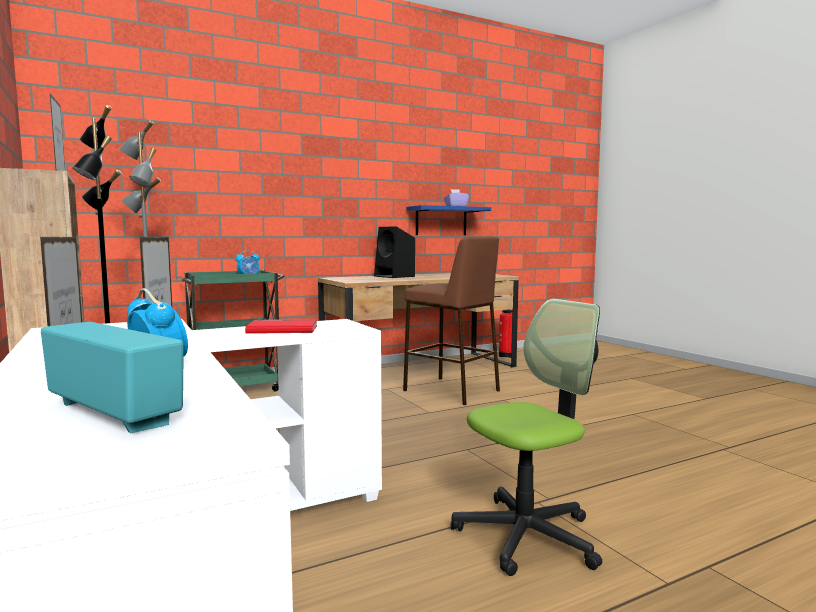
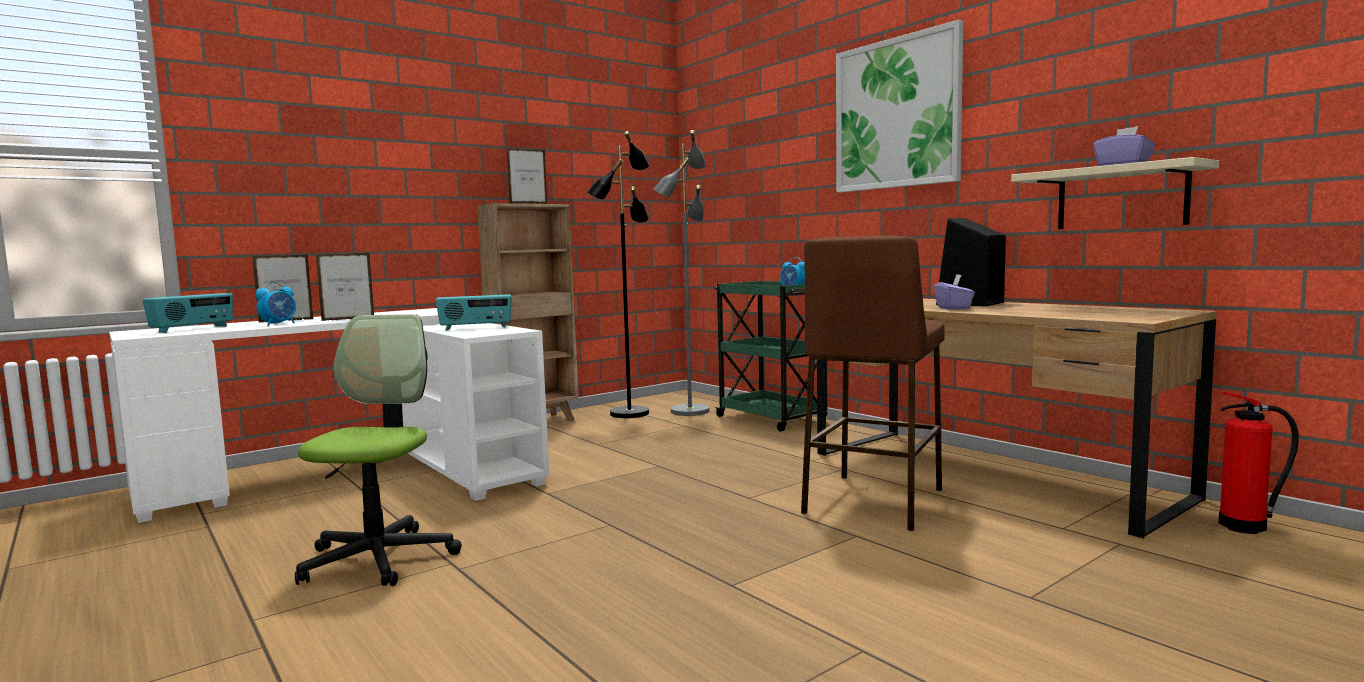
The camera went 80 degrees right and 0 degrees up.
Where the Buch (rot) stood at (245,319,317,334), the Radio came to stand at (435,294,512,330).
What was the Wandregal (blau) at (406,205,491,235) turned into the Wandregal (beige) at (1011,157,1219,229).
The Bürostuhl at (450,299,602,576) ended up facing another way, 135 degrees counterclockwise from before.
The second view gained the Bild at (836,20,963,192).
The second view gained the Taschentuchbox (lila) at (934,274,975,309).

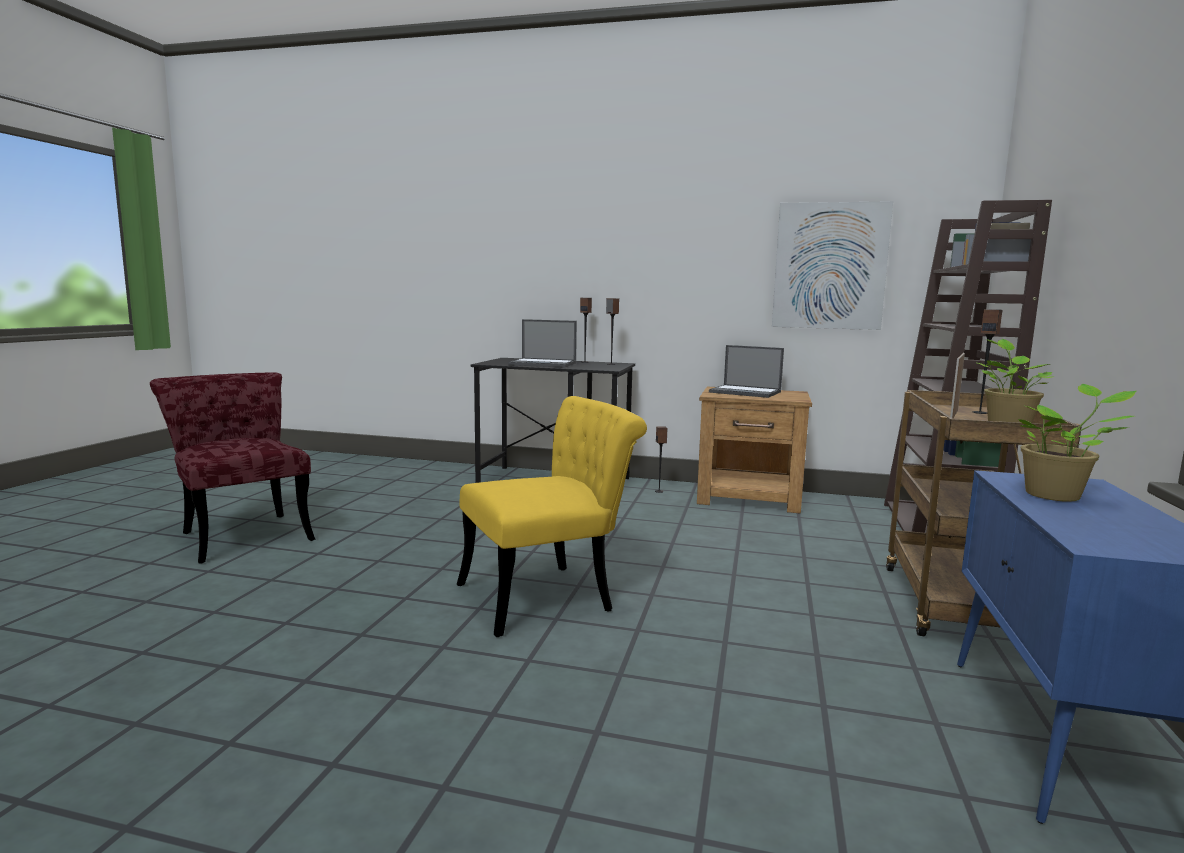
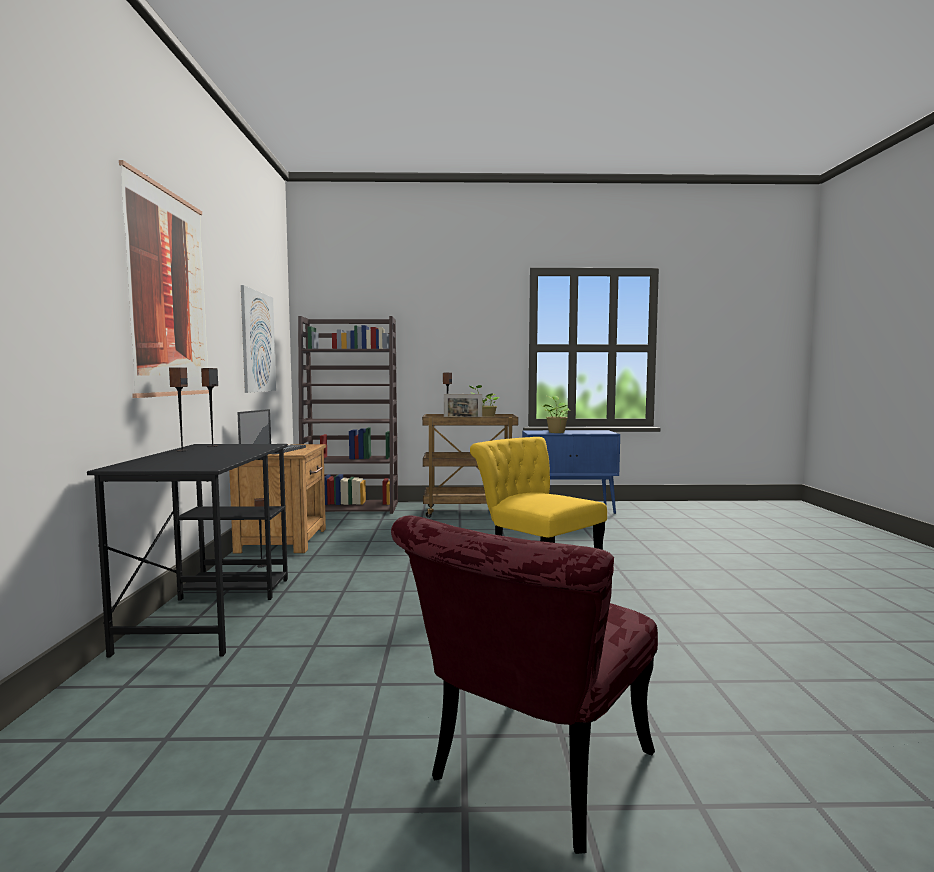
The camera went 105 degrees left and 5 degrees down.
The second view lost the Laptop at (508,319,577,368).
The second view gained the Bild at (119,160,209,398).

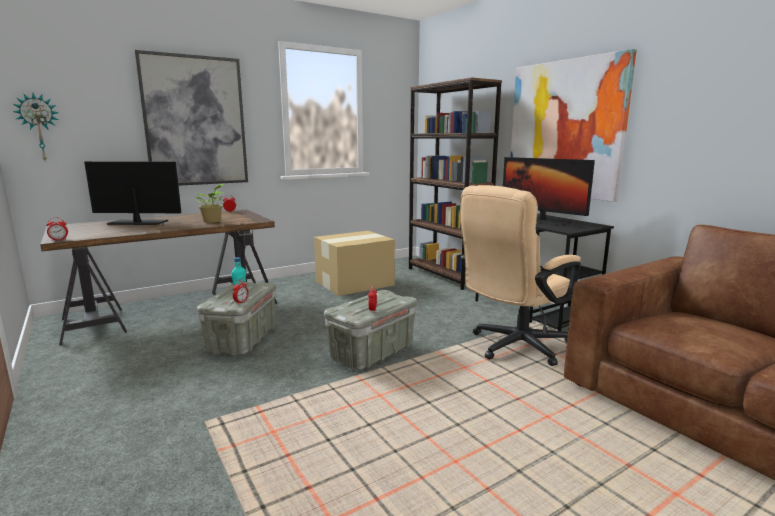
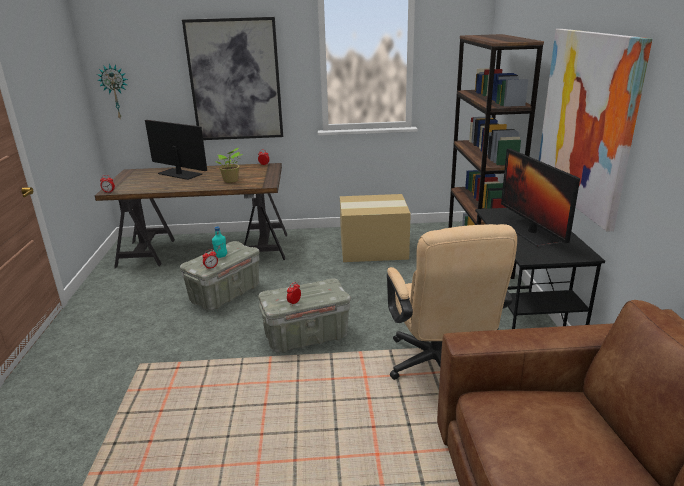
The camera went 30 degrees right and 10 degrees up.
The Bürostuhl (beige) at (460,185,581,366) ended up facing another way, 90 degrees counterclockwise from before.

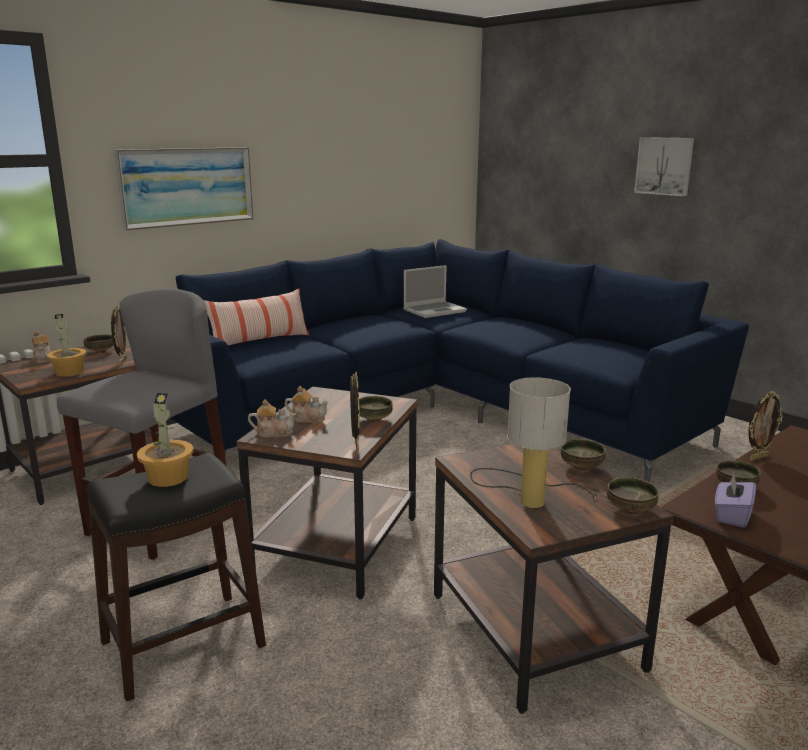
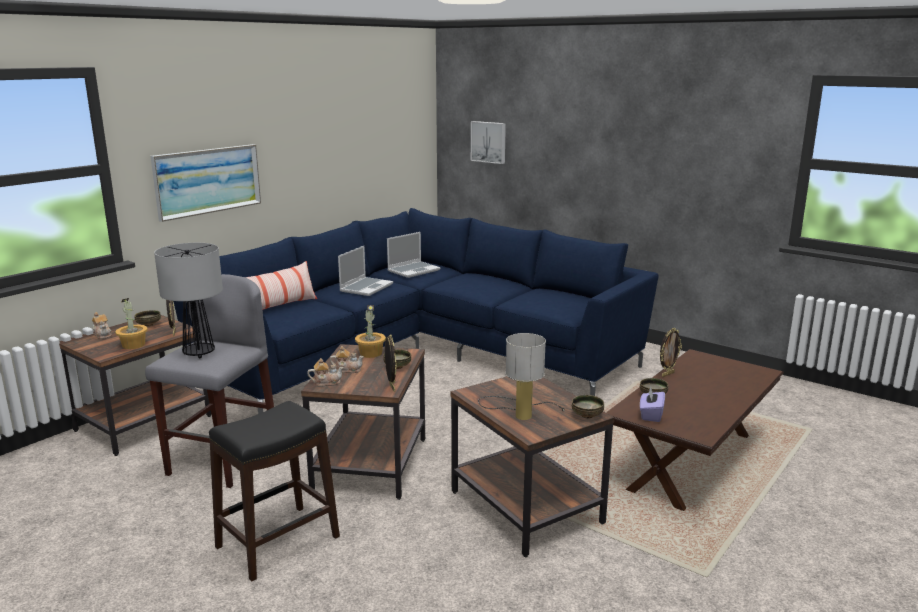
The camera went 10 degrees left and 0 degrees up.
The Topfpflanze ended up elsewhere, having gone from (137,393,194,487) to (355,305,386,358).
The second view lost the Schüssel at (561,439,606,471).
The Bild ended up elsewhere, having gone from (634,137,694,196) to (471,121,506,164).
The second view gained the Tischlampe at (154,243,223,358).
The second view gained the Laptop at (338,246,393,296).

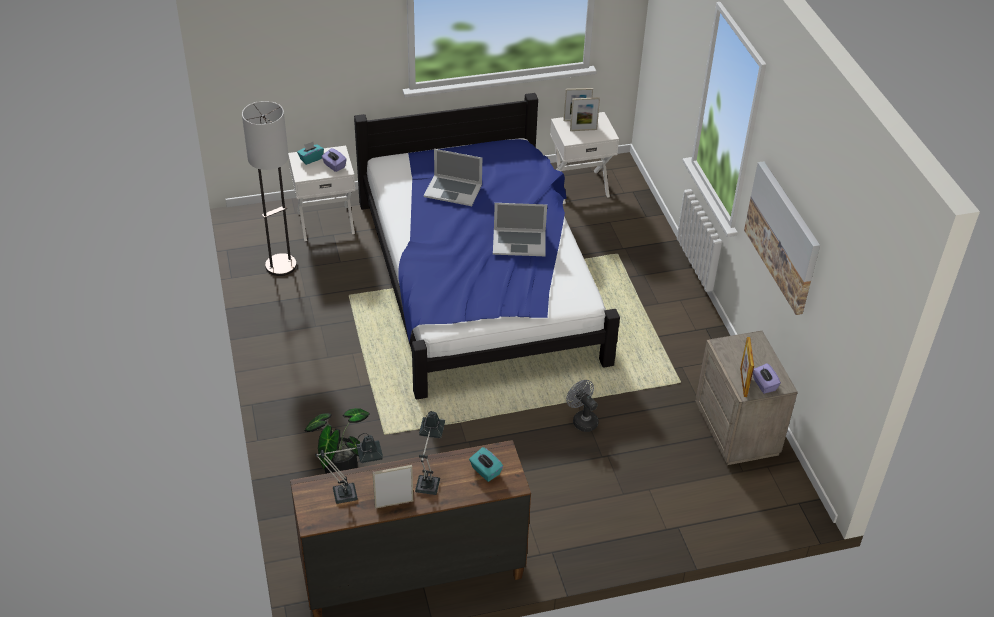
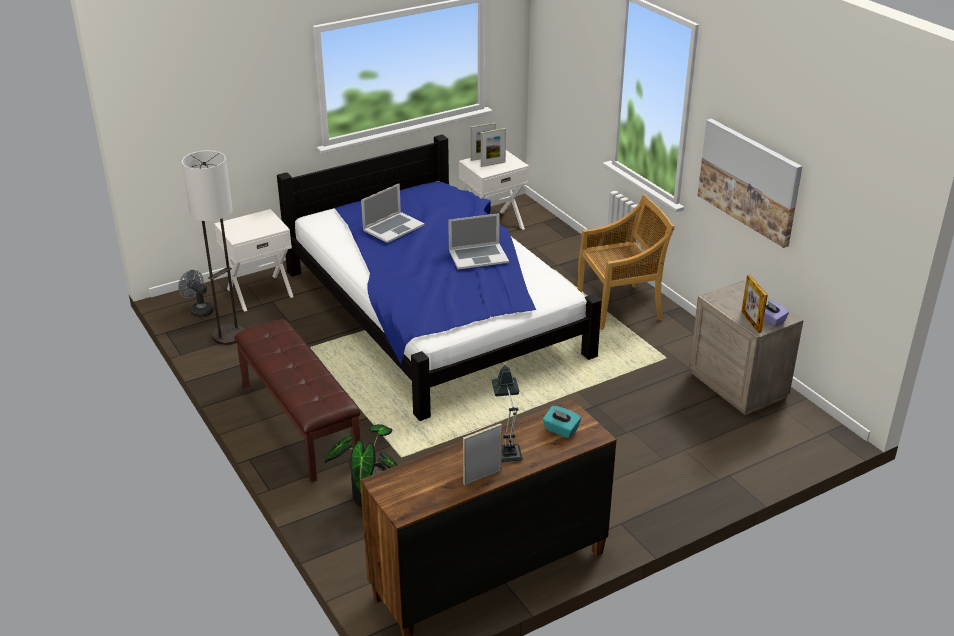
The camera went 15 degrees left and 10 degrees down.
The second view lost the Taschentuchbox (türkis) at (297,142,324,165).
The second view lost the Tischlampe at (315,433,383,504).
The second view lost the Taschentuchbox (lila) at (321,148,347,172).
The Laptop at (424,149,482,206) ended up facing another way, 45 degrees counterclockwise from before.
The Ventilator (grau) ended up elsewhere, having gone from (566,380,599,432) to (178,270,214,318).
The second view gained the Bank (braun) at (234,319,360,482).
The second view gained the Stuhl (beige) at (577,194,675,330).

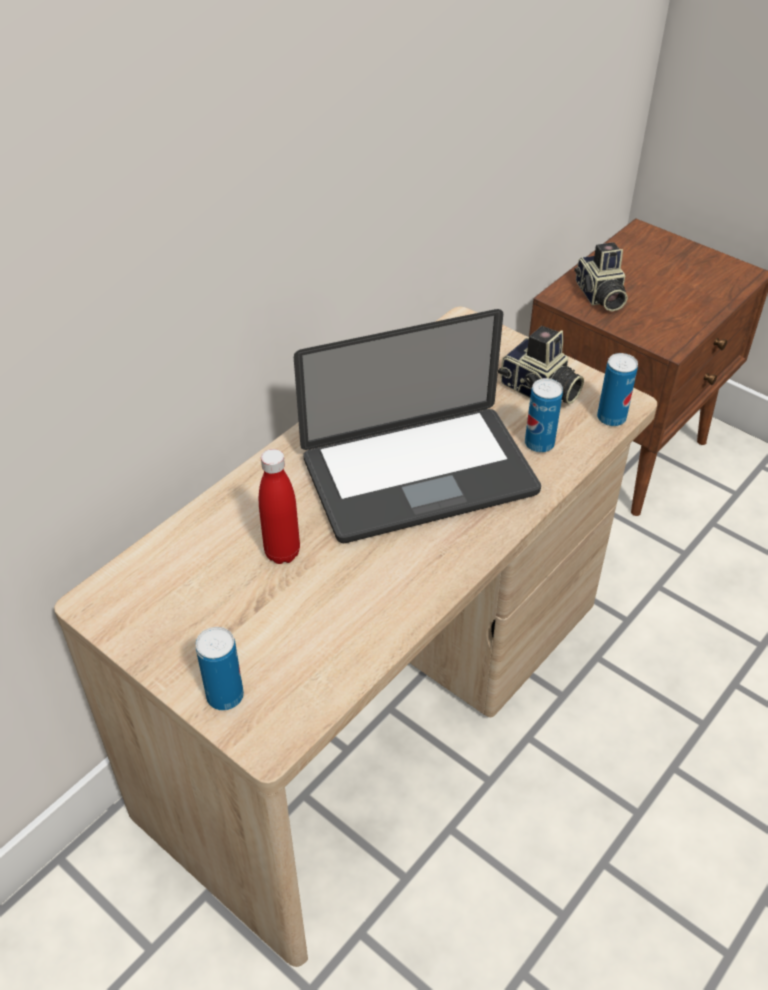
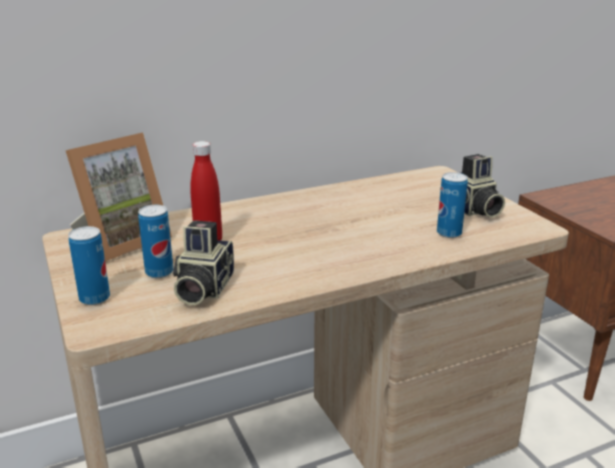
The camera went 25 degrees right and 20 degrees down.
The second view lost the Laptop at (294,309,541,543).
The Kamera ended up elsewhere, having gone from (574,242,628,312) to (173,220,234,305).
The Dose ended up elsewhere, having gone from (597,353,638,426) to (138,205,174,278).
The second view gained the Bilderrahmen at (65,132,172,261).

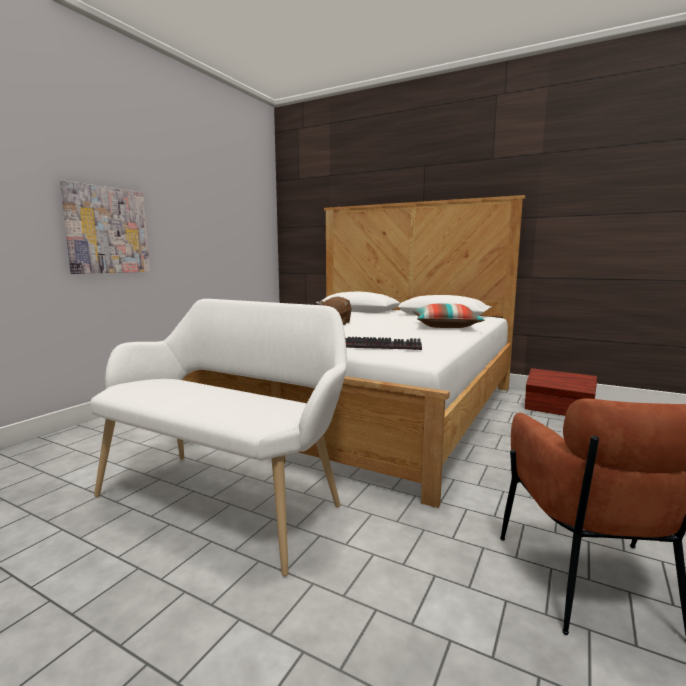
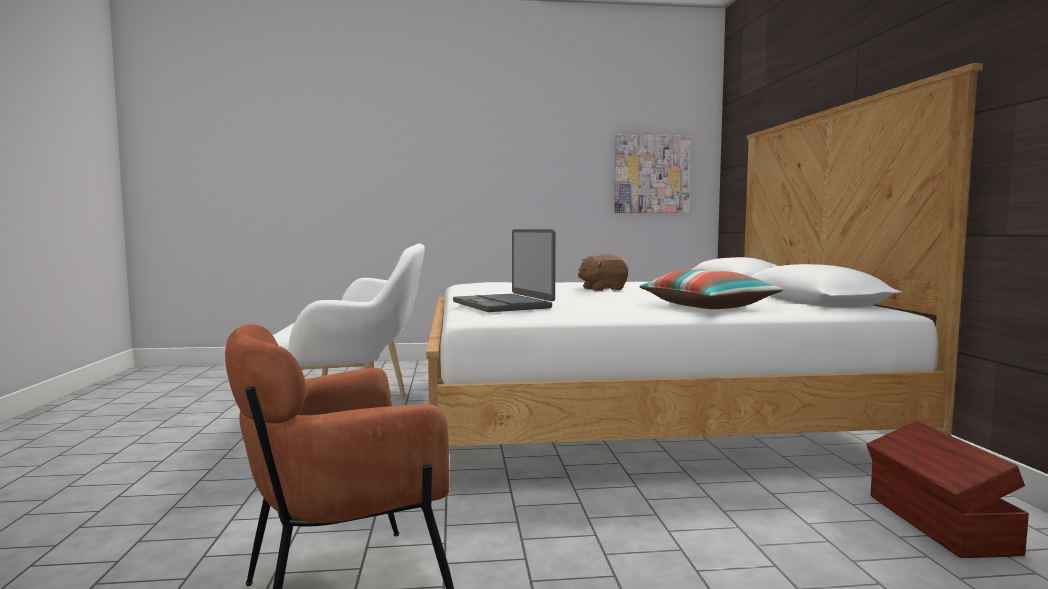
The camera went 55 degrees right and 5 degrees down.
The Bild ended up elsewhere, having gone from (60,180,150,274) to (614,135,691,213).
Where the Tastatur stood at (345,337,422,350), the Laptop came to stand at (453,229,556,312).

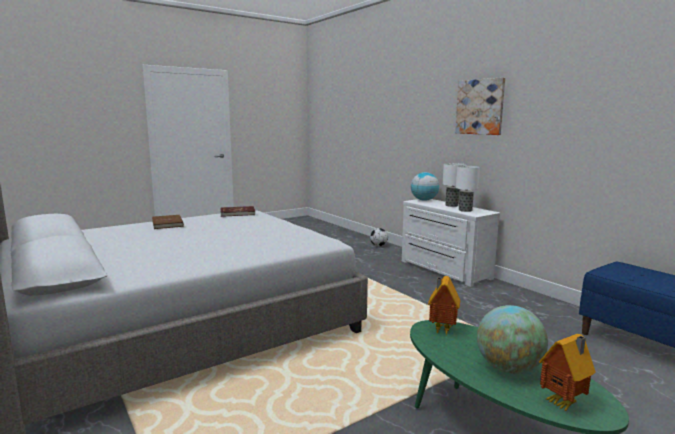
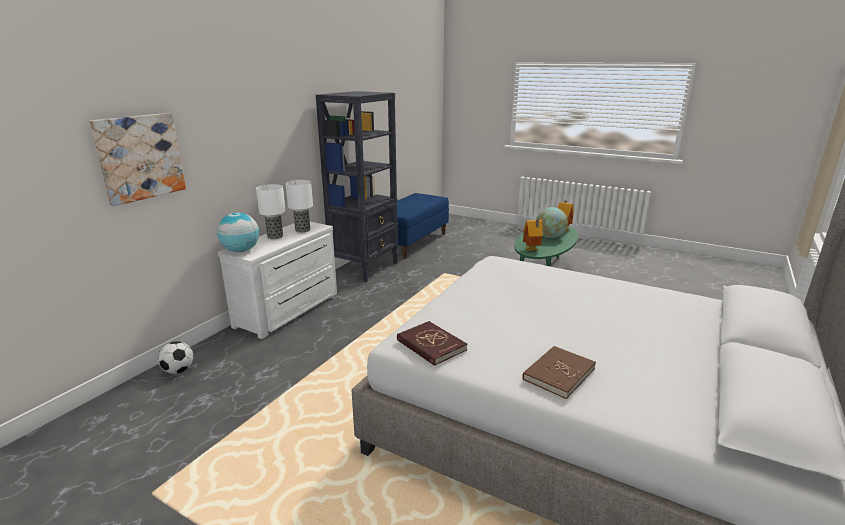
The camera went 115 degrees left and 10 degrees up.
The Bild ended up elsewhere, having gone from (455,77,505,135) to (90,113,186,206).
The second view gained the Bücherregal (schwarz) at (316,91,398,282).

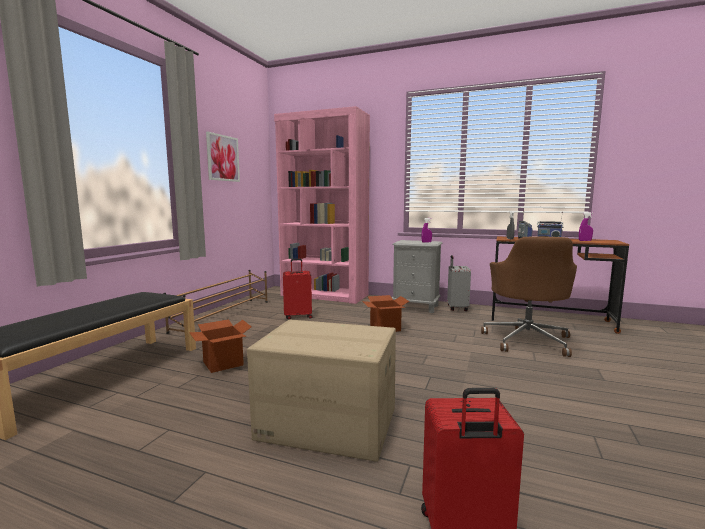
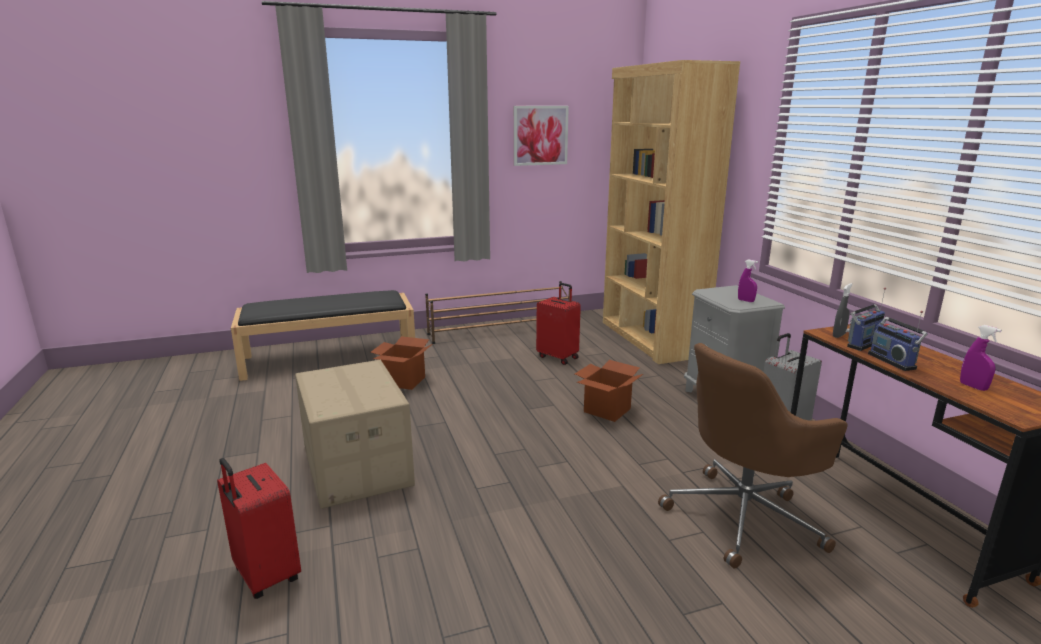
The camera went 50 degrees right and 10 degrees up.
What was the Bücherregal (rosa) at (274,106,370,304) turned into the Bücherregal (braun) at (603,60,740,364).

